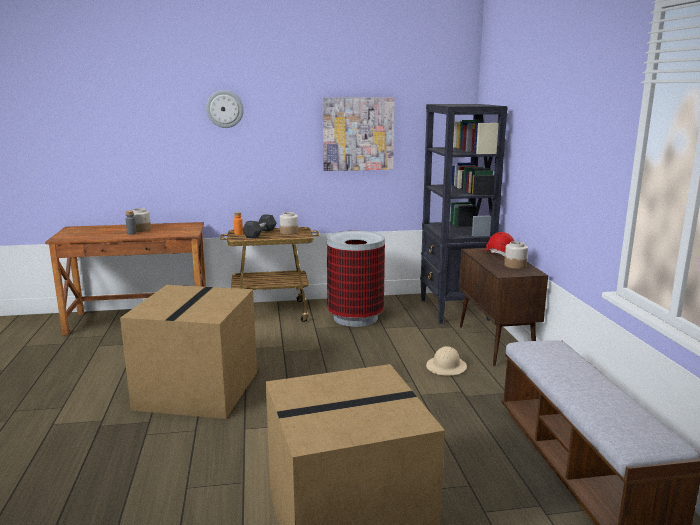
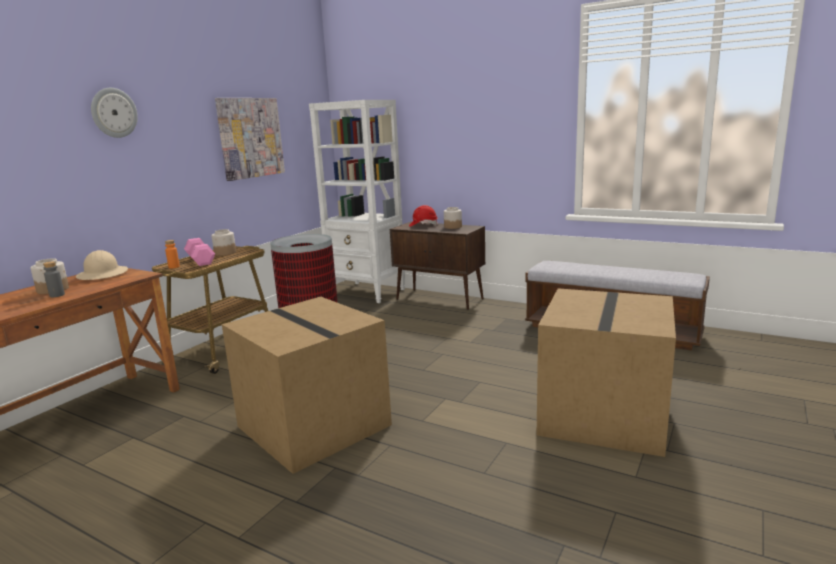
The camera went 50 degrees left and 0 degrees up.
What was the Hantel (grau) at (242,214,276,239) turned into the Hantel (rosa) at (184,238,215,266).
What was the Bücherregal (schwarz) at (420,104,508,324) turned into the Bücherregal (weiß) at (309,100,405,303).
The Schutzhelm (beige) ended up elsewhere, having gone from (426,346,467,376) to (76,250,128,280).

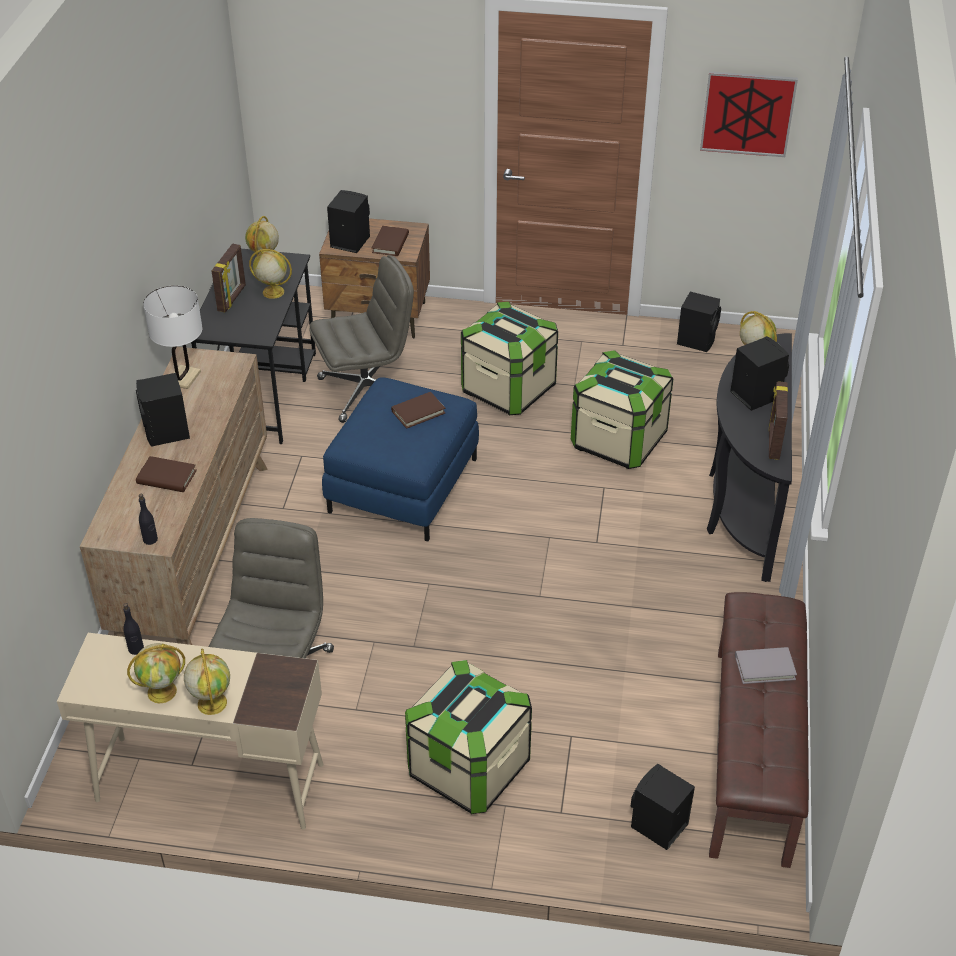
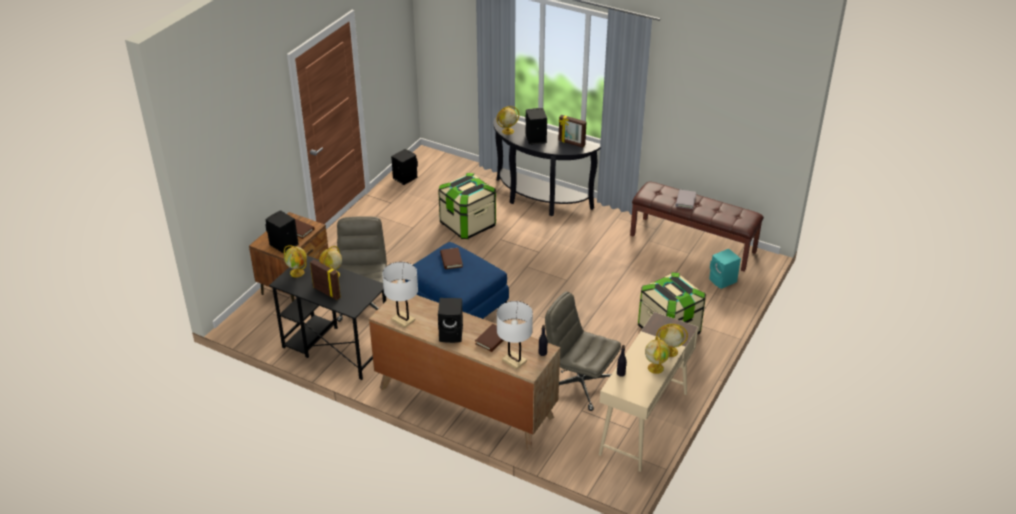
The camera went 70 degrees left and 5 degrees down.
The second view lost the Aufbewahrungsbox at (461,302,558,415).
What was the Lautsprecher (schwarz) at (631,764,695,850) turned into the Lautsprecher (türkis) at (709,249,741,289).
The second view lost the Bild at (700,71,798,157).
The second view gained the Tischlampe (weiß) at (497,301,533,369).

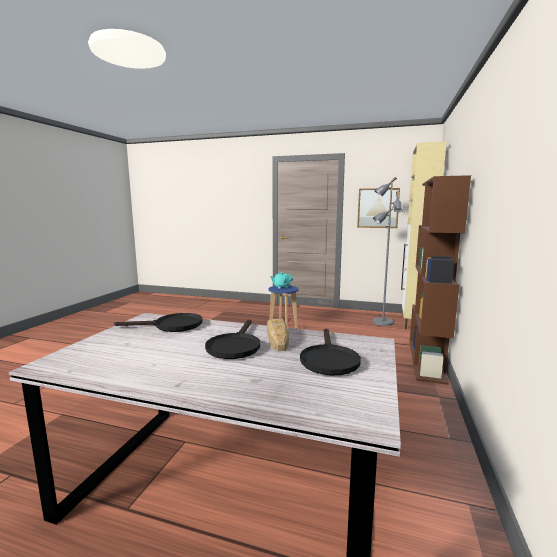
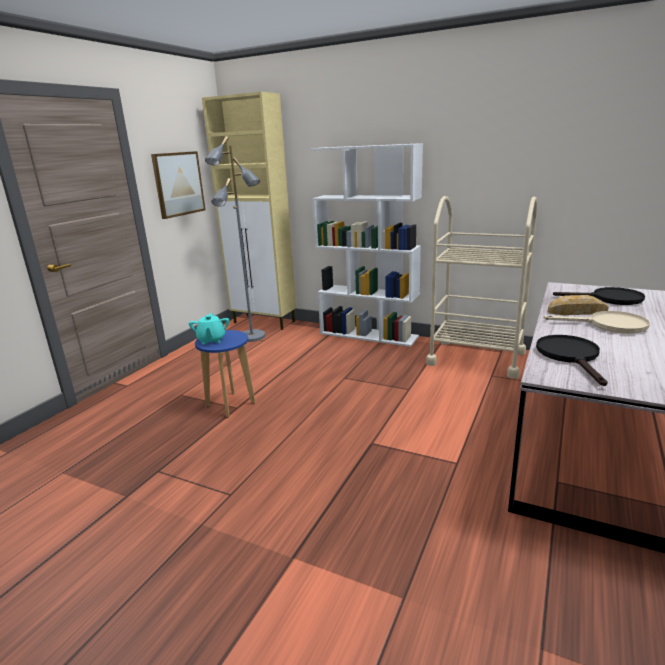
The camera went 80 degrees left and 10 degrees up.
What was the Pfanne (schwarz) at (205,320,260,359) turned into the Pfanne (beige) at (544,311,650,334).
What was the Bücherregal (braun) at (410,175,471,385) turned into the Bücherregal (weiß) at (309,143,423,347).
The second view gained the Rollwagen (beige) at (426,196,537,379).

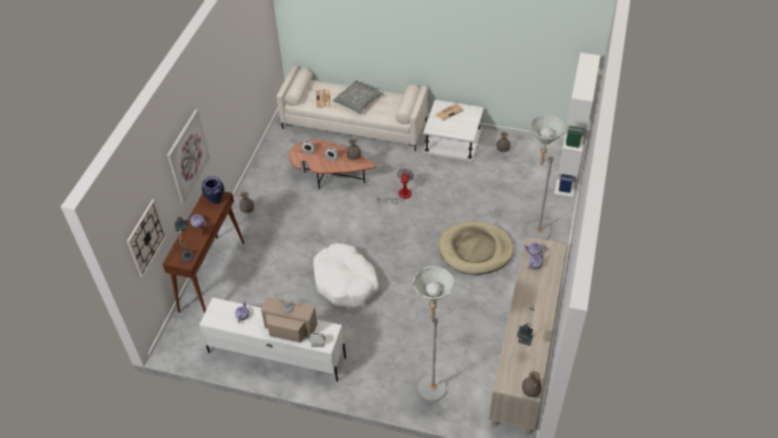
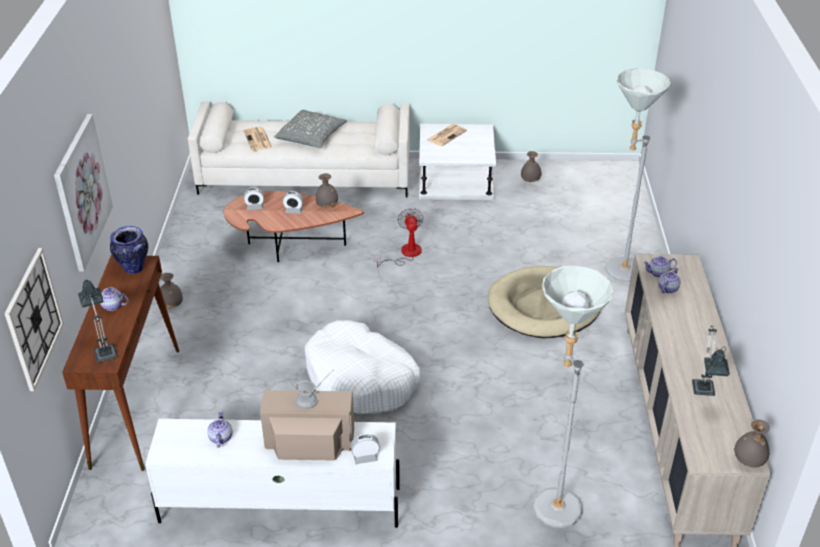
The camera went 15 degrees left and 10 degrees down.
The second view lost the Bücherregal (weiß) at (554,53,600,198).

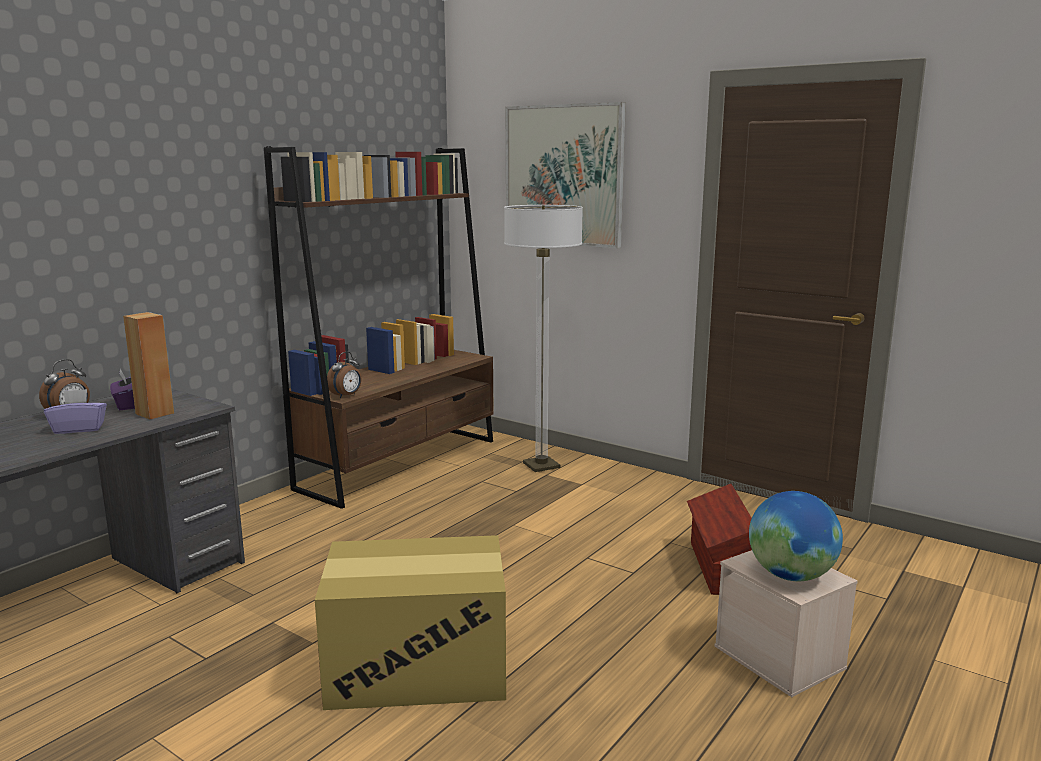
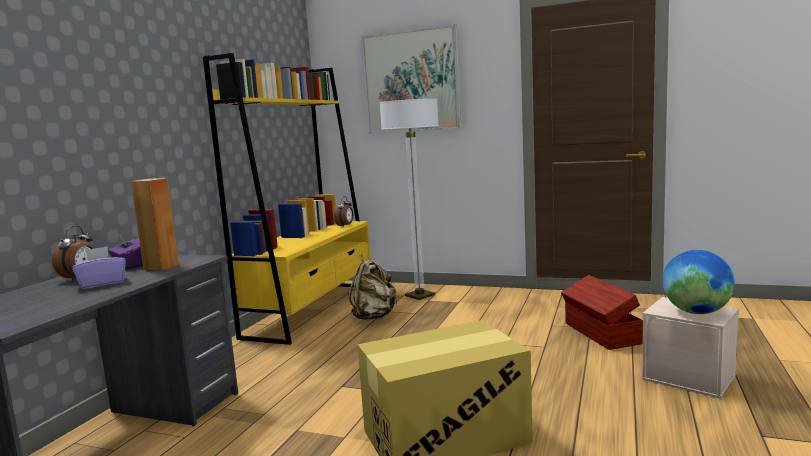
The camera went 15 degrees left and 5 degrees down.
What was the Bücherregal (braun) at (264,146,494,509) turned into the Bücherregal (gelb) at (203,53,371,345).
The Wecker ended up elsewhere, having gone from (327,352,361,398) to (334,196,353,227).
The second view gained the Rucksack (beige) at (348,254,397,320).

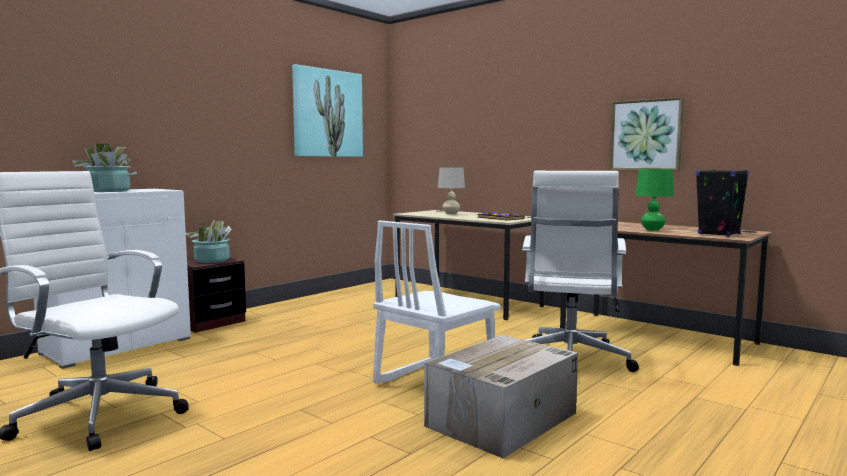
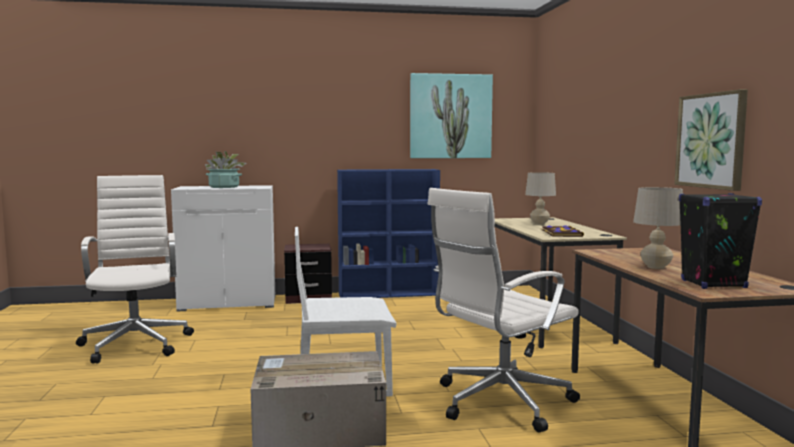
The camera went 40 degrees right and 0 degrees up.
The second view lost the Topfpflanze at (186,220,232,263).
What was the Tischlampe (grün) at (635,169,674,231) turned into the Tischlampe (beige) at (633,187,683,269).
The second view gained the Bücherregal (blau) at (337,169,440,298).

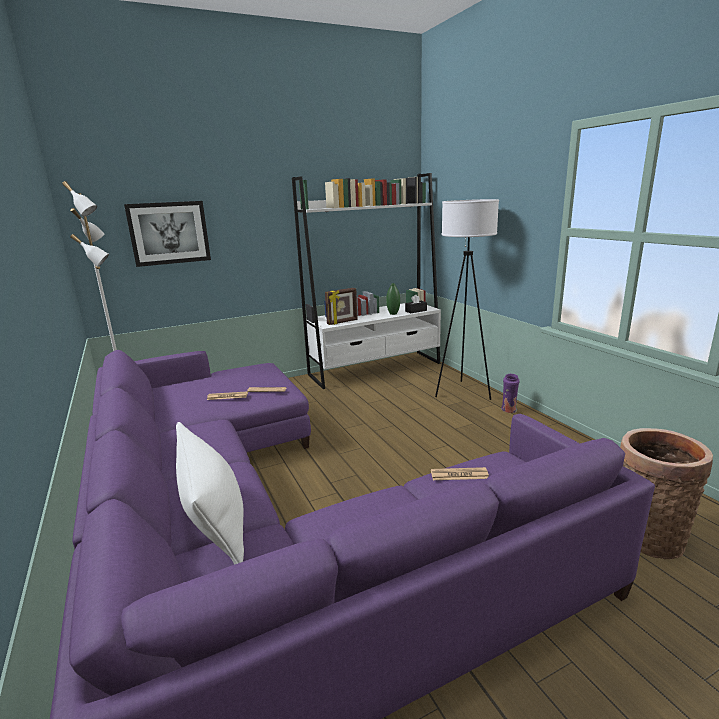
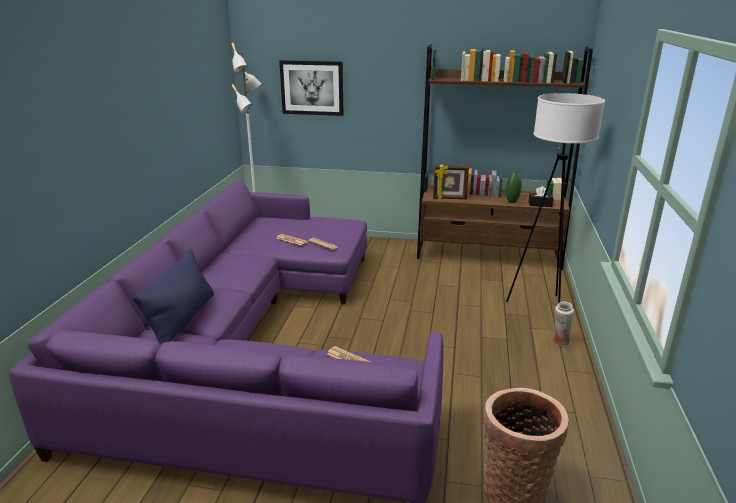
The camera went 35 degrees right and 5 degrees up.
What was the Kissen (weiß) at (176,422,244,565) turned into the Kissen (blau) at (133,248,214,344).
What was the Bücherregal (weiß) at (292,173,441,389) turned into the Bücherregal (braun) at (417,44,593,270).
What was the Vase (lila) at (501,374,520,413) turned into the Vase (weiß) at (553,301,574,346).

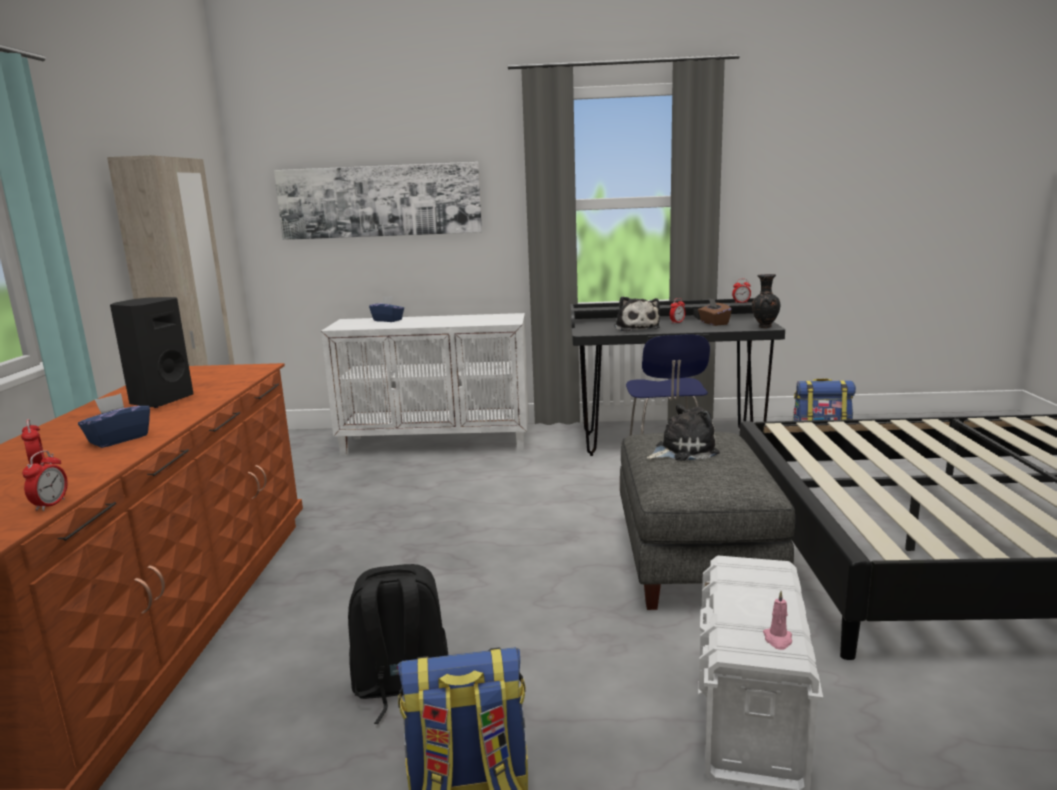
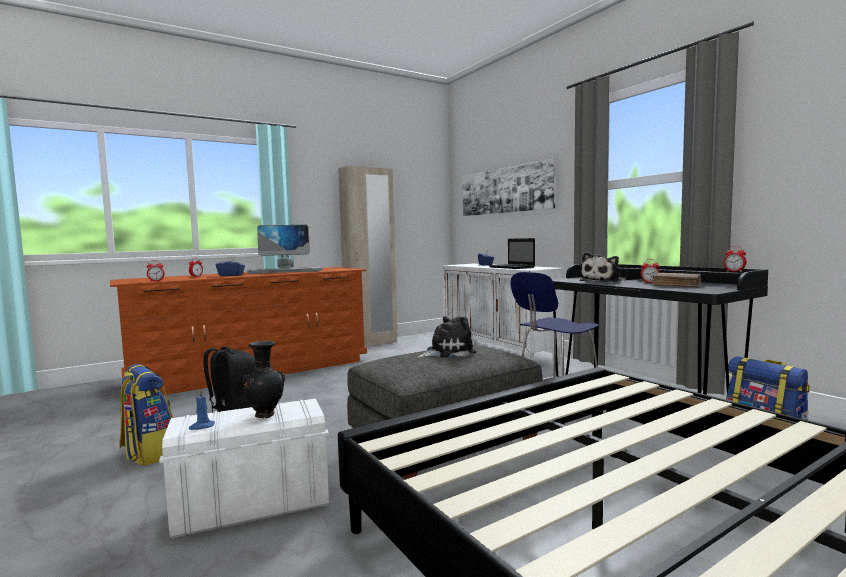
The camera went 55 degrees right and 10 degrees down.
Where the Lautsprecher (schwarz) stood at (110,297,194,408), the Monitor came to stand at (247,225,322,274).
The Plüschtier at (647,404,720,461) ended up facing another way, 60 degrees counterclockwise from before.
Where the Taschentuchbox (braun) stood at (698,298,732,326), the Buch (braun) came to stand at (651,273,701,288).
The Vase (schwarz) ended up elsewhere, having gone from (752,274,780,328) to (242,341,285,418).
What was the Kerze (rosa) at (763,591,792,650) turned into the Kerze (blau) at (188,389,215,430).
The second view gained the Laptop at (489,238,535,269).

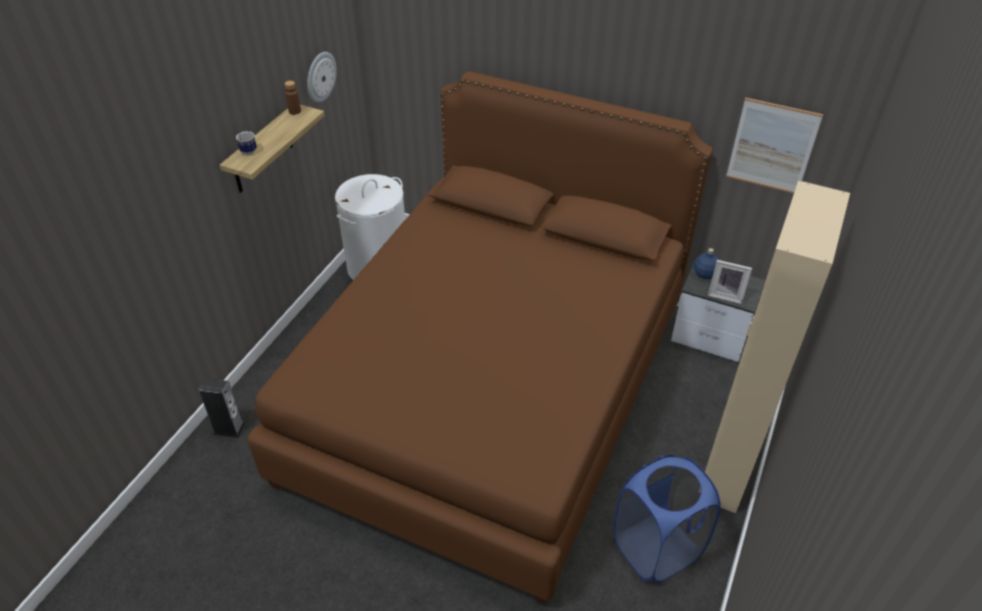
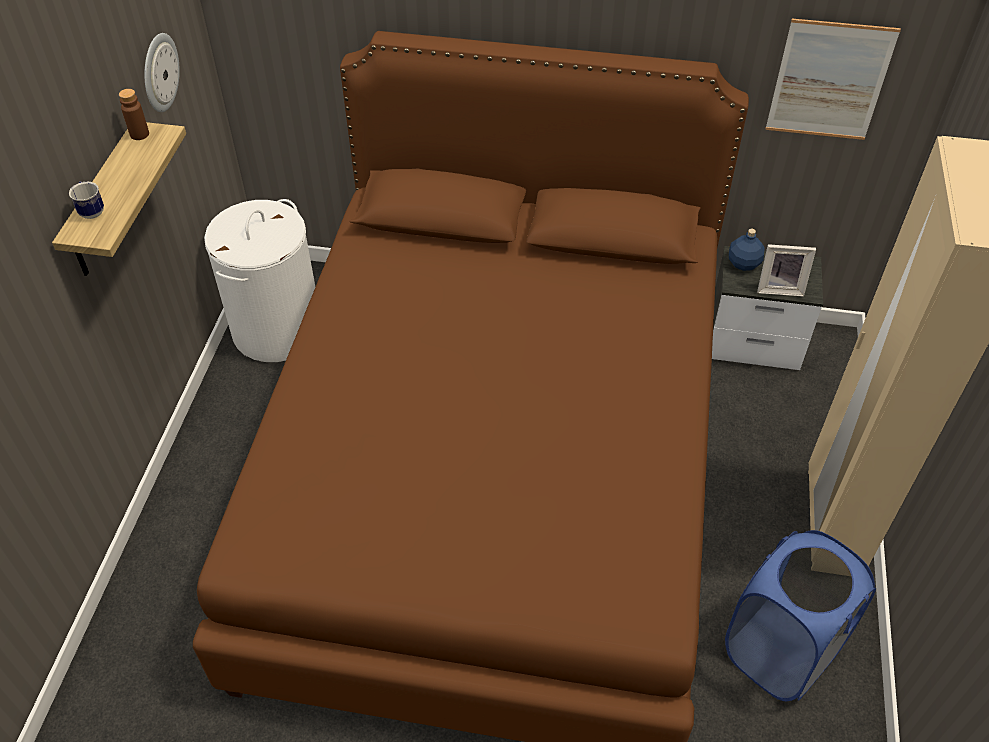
The camera went 15 degrees left and 5 degrees up.
The second view lost the Lautsprecher at (199,378,245,438).

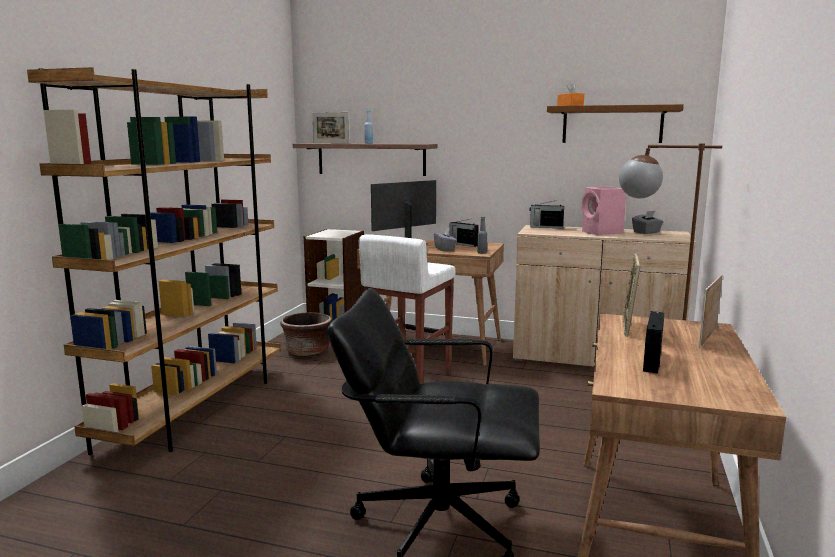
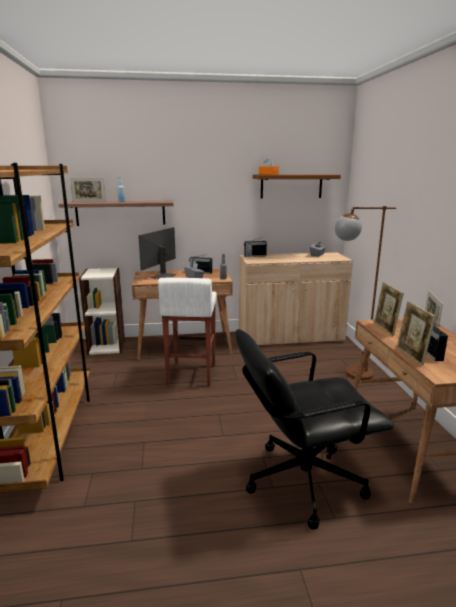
The camera went 25 degrees left and 5 degrees up.
The second view lost the Pflanzkübel (braun) at (280,312,332,356).
The second view lost the Lautsprecher (rosa) at (582,187,626,235).
The second view gained the Bilderrahmen at (397,301,436,366).

